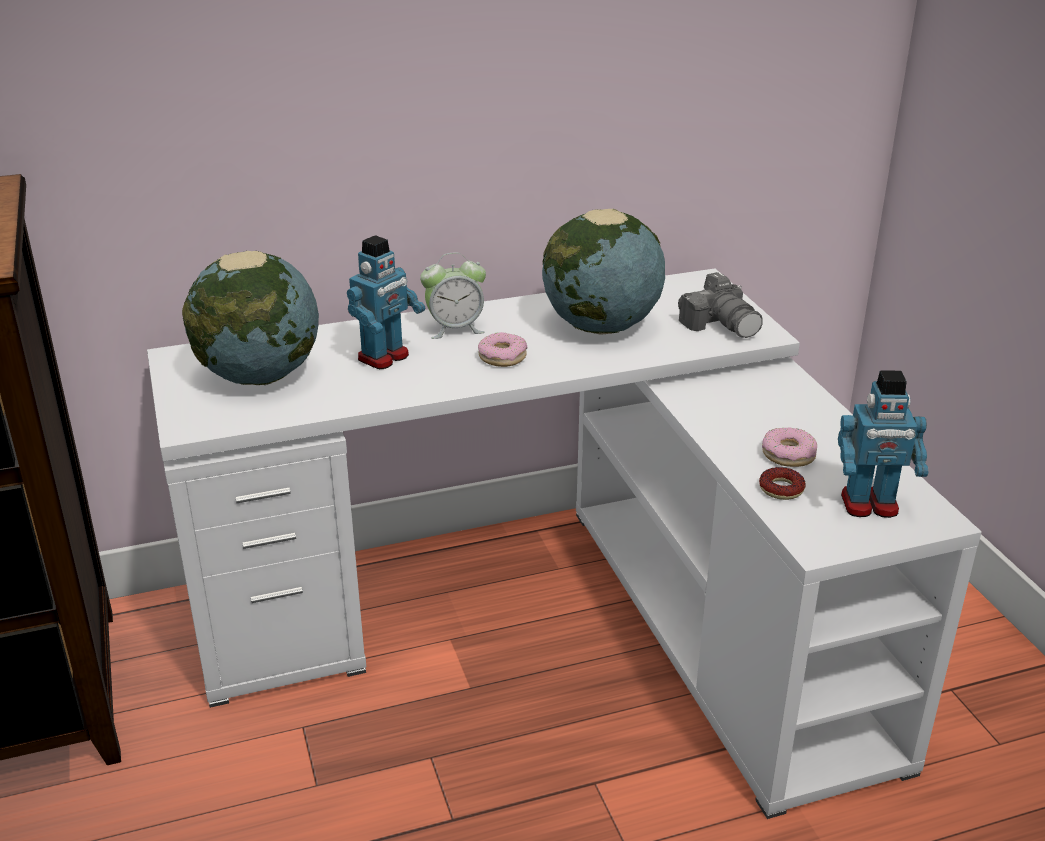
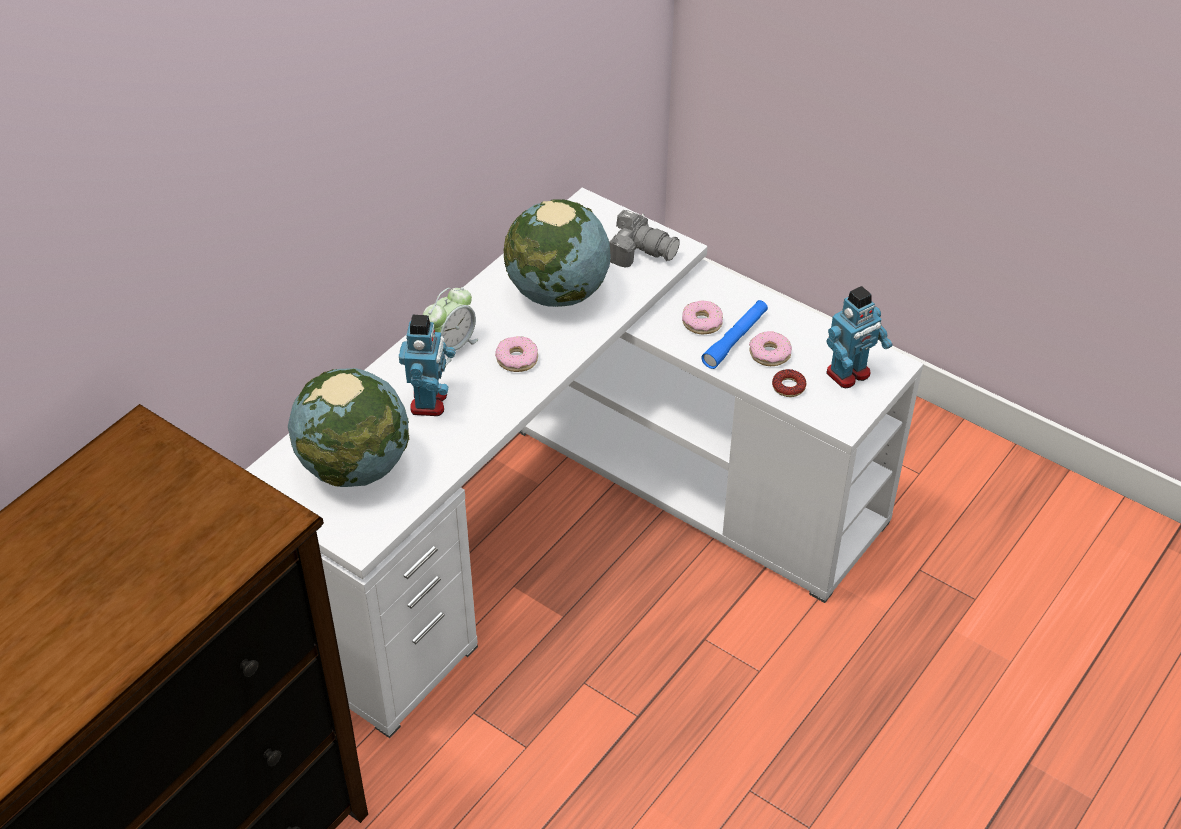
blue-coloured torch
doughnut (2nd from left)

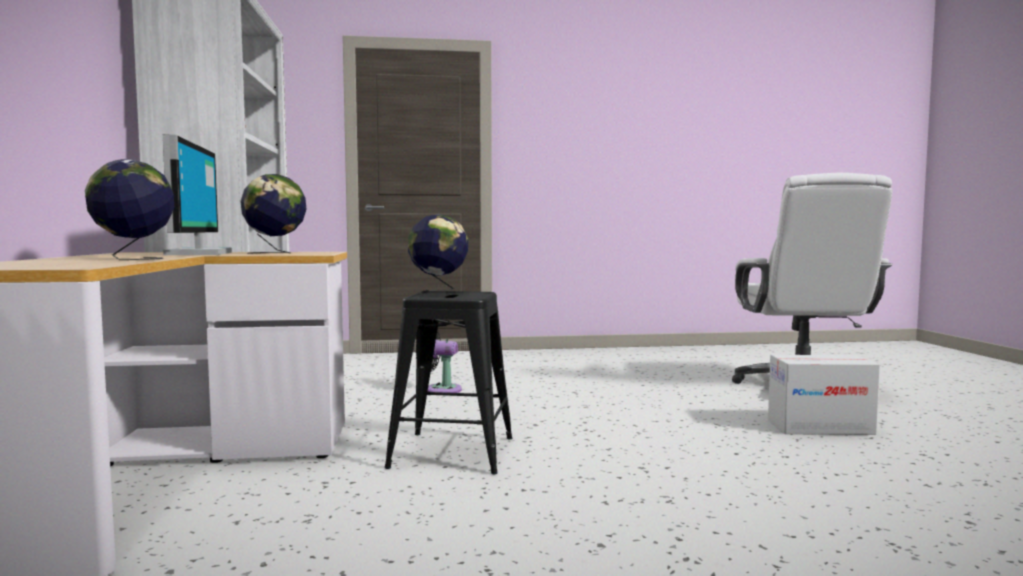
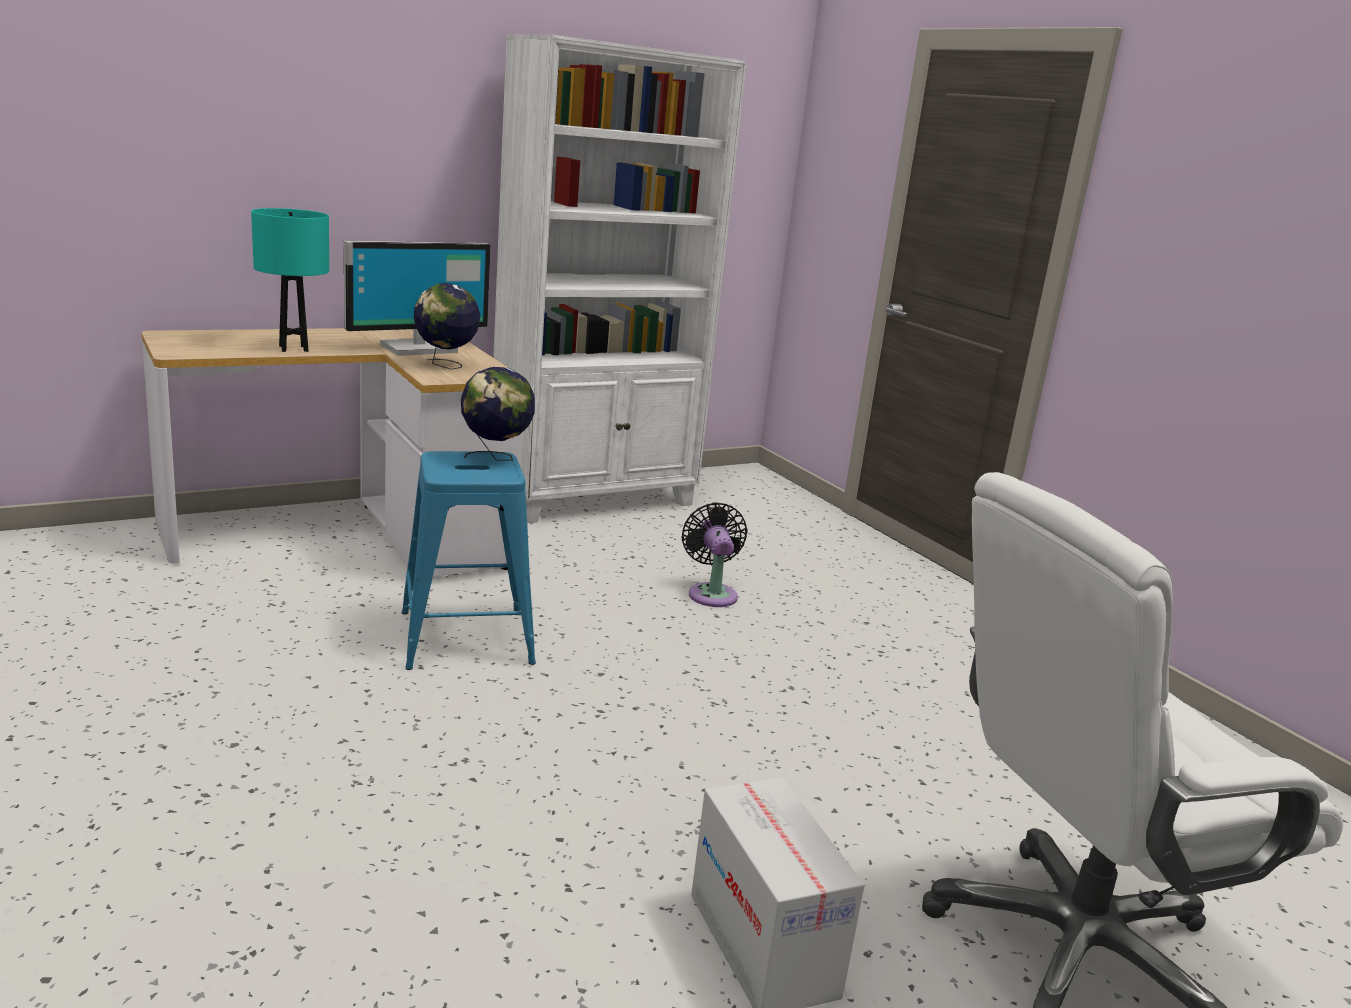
turquoise-coloured table lamp
blue-coloured stool

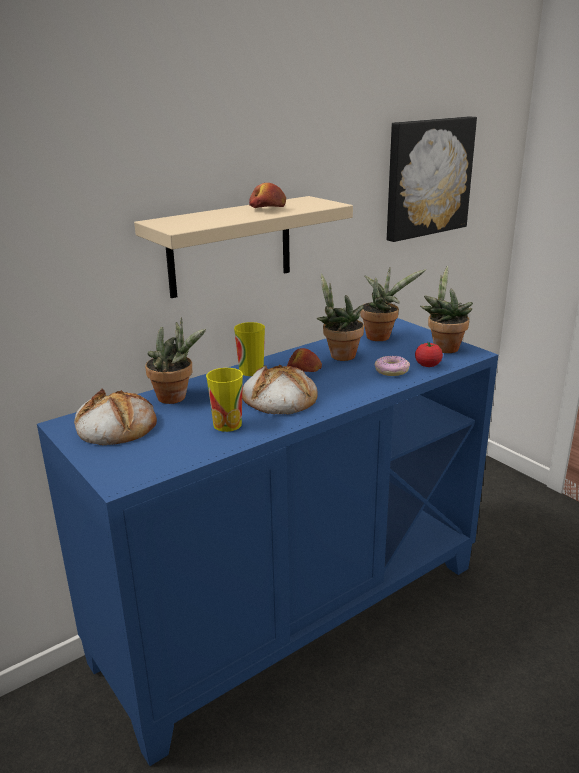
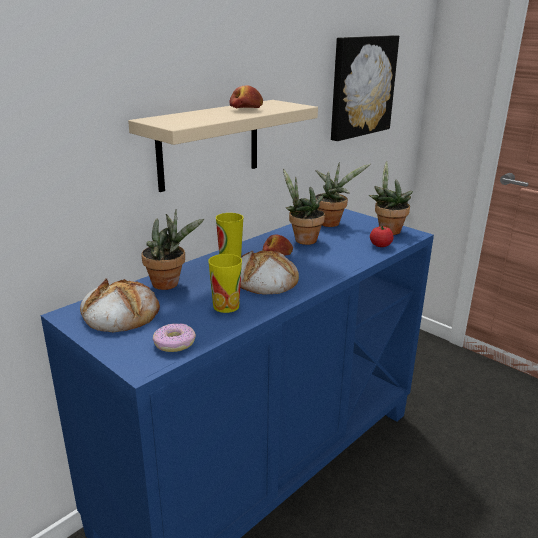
doughnut

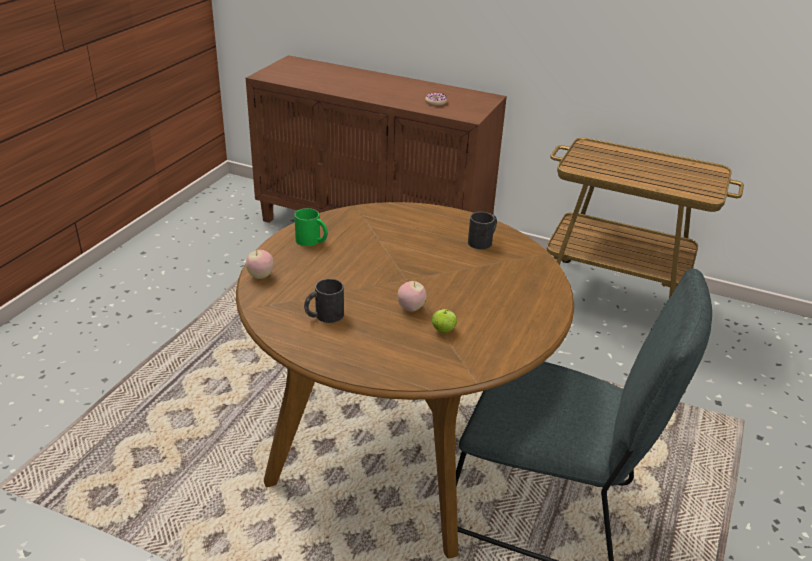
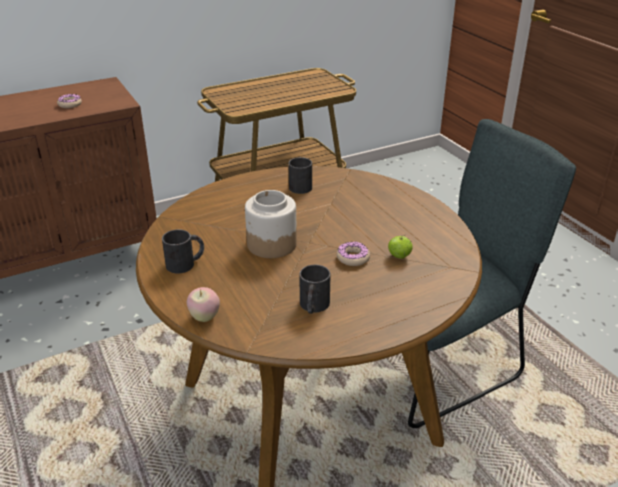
black-coloured coffee mug (1st from left)
doughnut (2nd from left)
jar

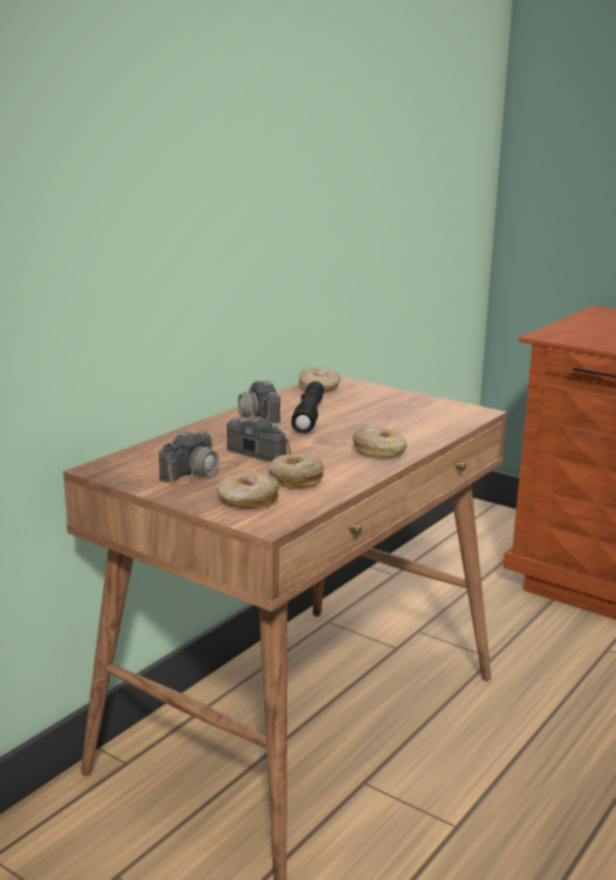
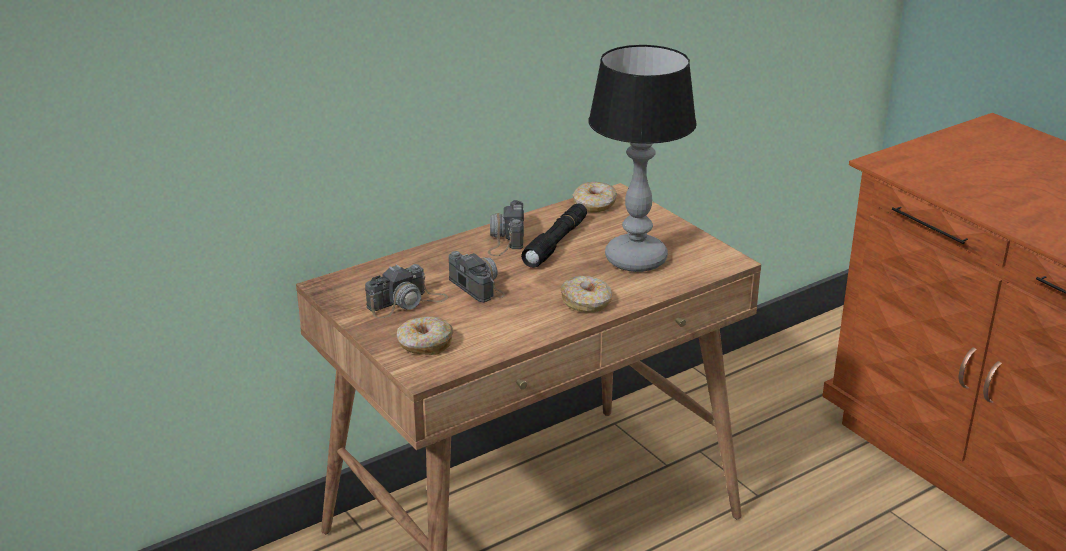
doughnut (2nd from left in the first image)
table lamp

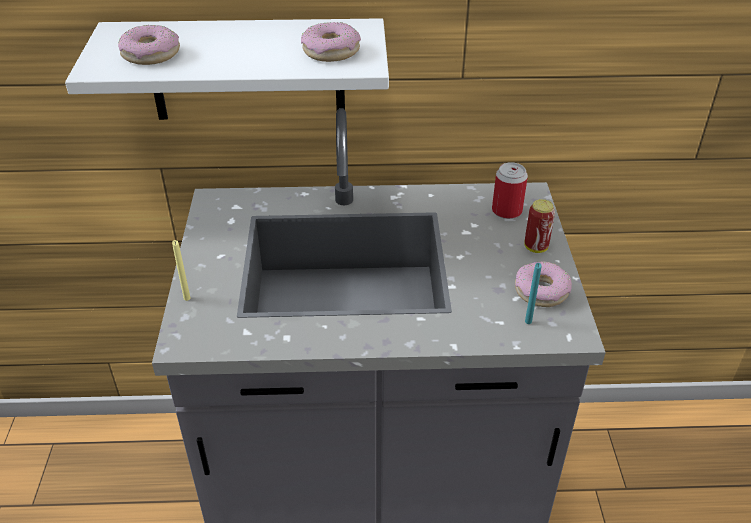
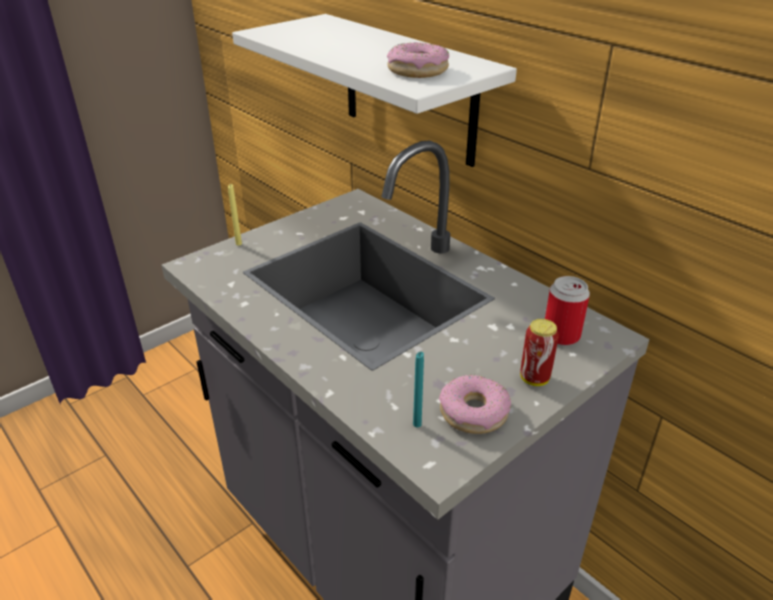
doughnut (1st from left in the first image)

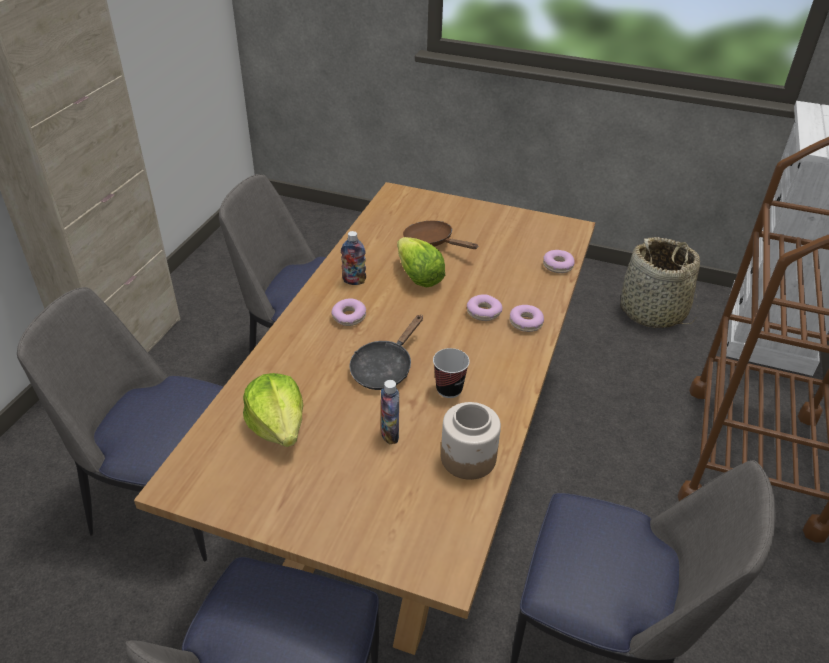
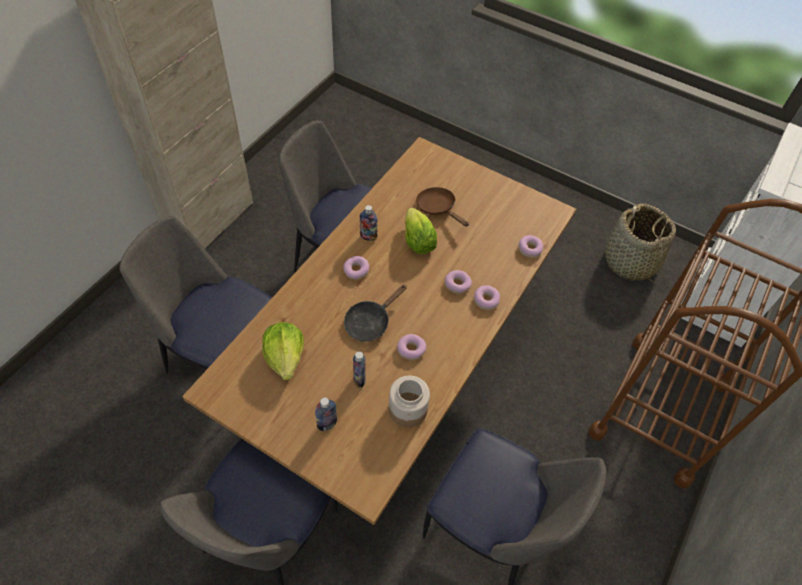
doughnut (2nd from left)
beverage bottle (1st from left)

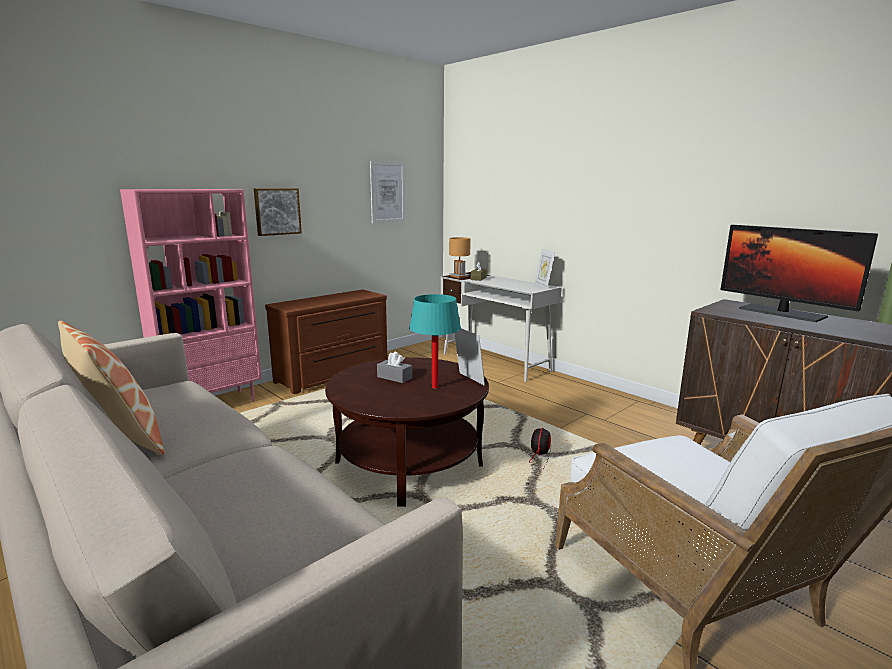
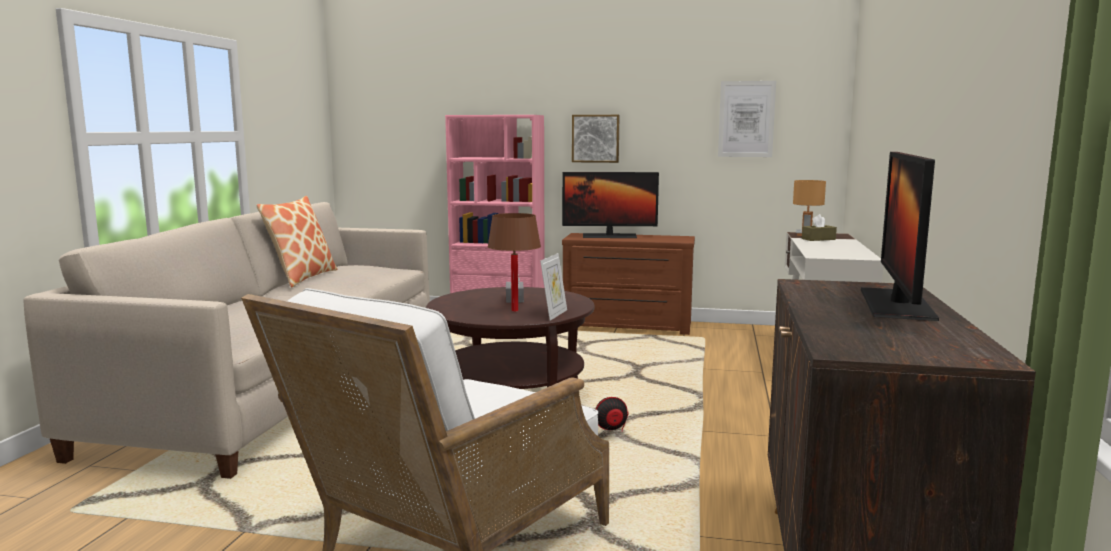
standing frame (2nd from left in the first image)
brown-coloured table lamp (1st from left)
computer screen (1st from left)

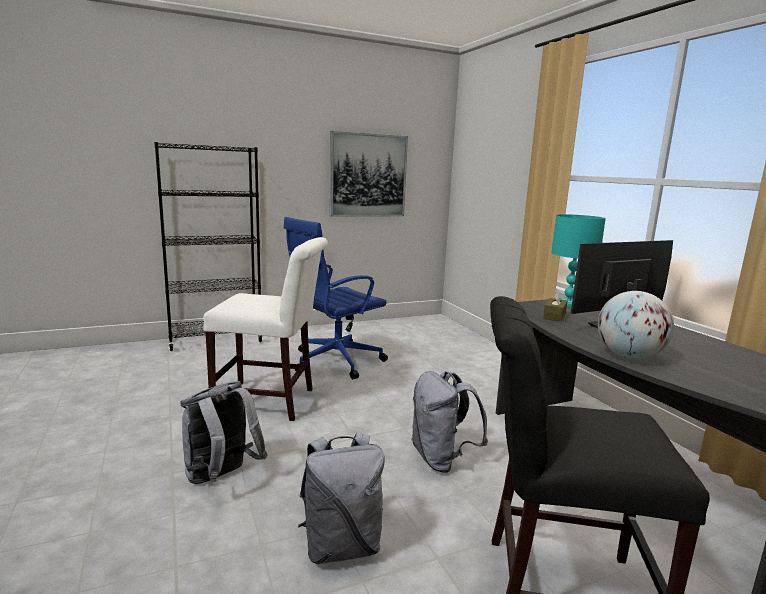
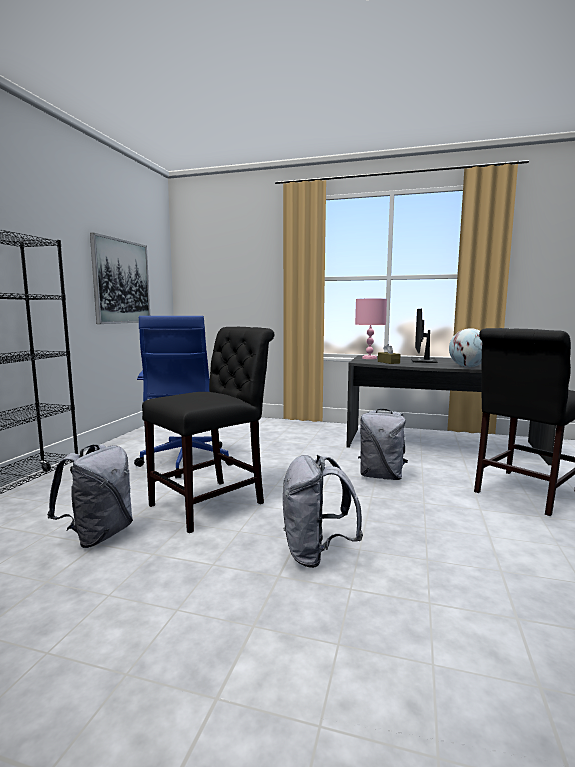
pink table lamp
black-coloured plain chair (1st from left)
grey backpack (1st from left)

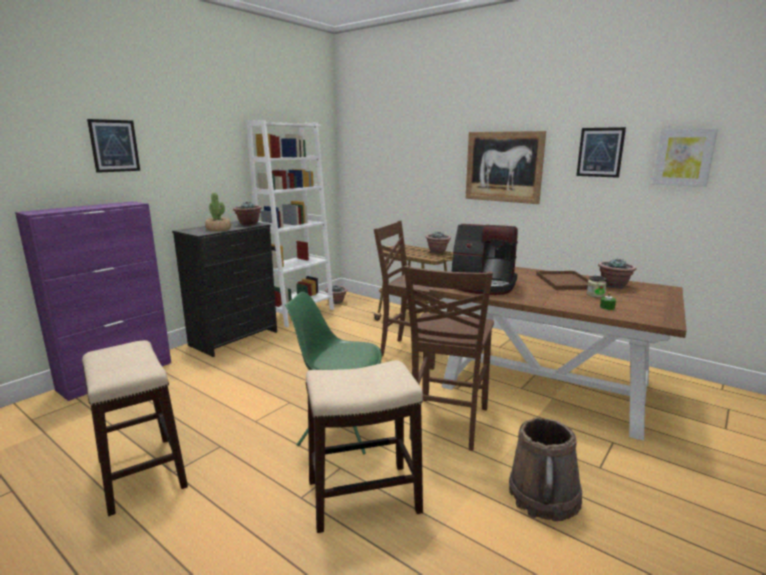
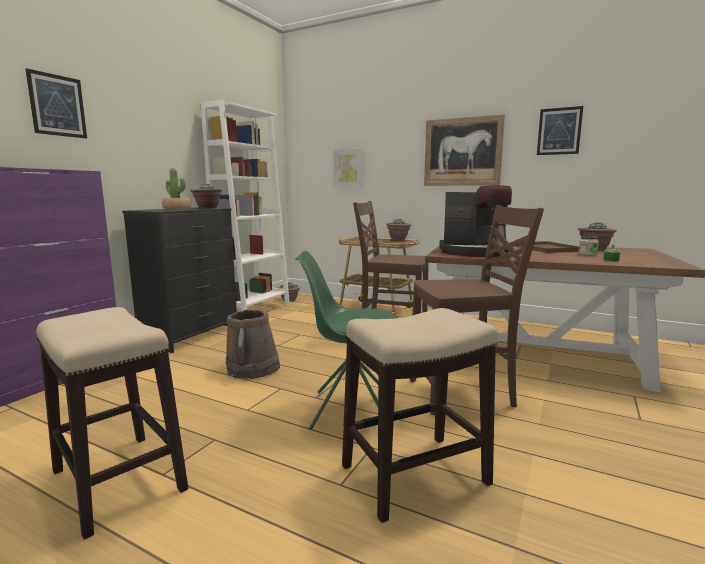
picture (2nd from left)
brown-coloured plain chair (2nd from left)
brown-coloured water bucket

